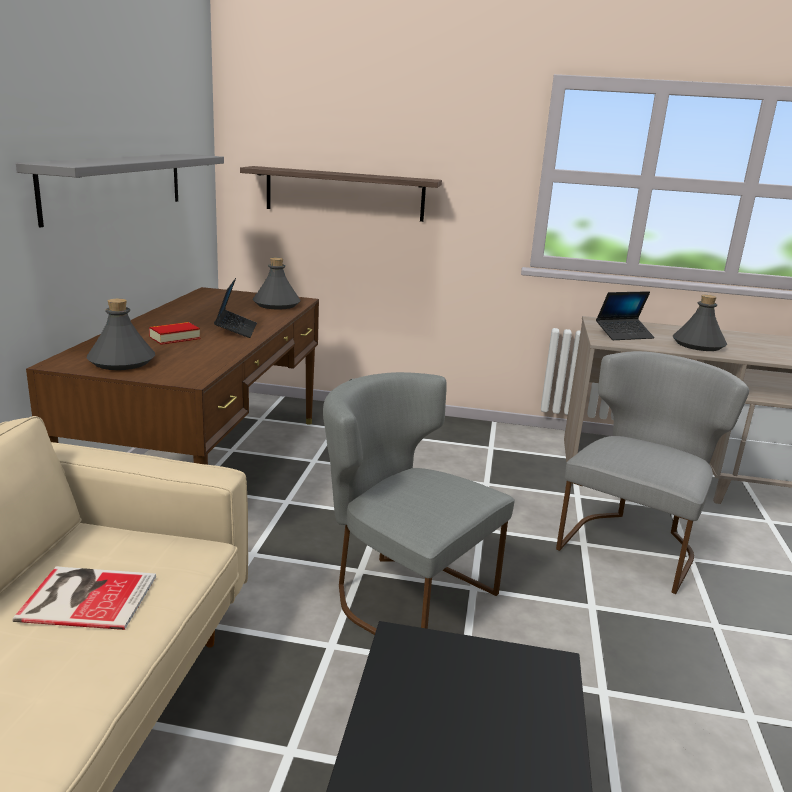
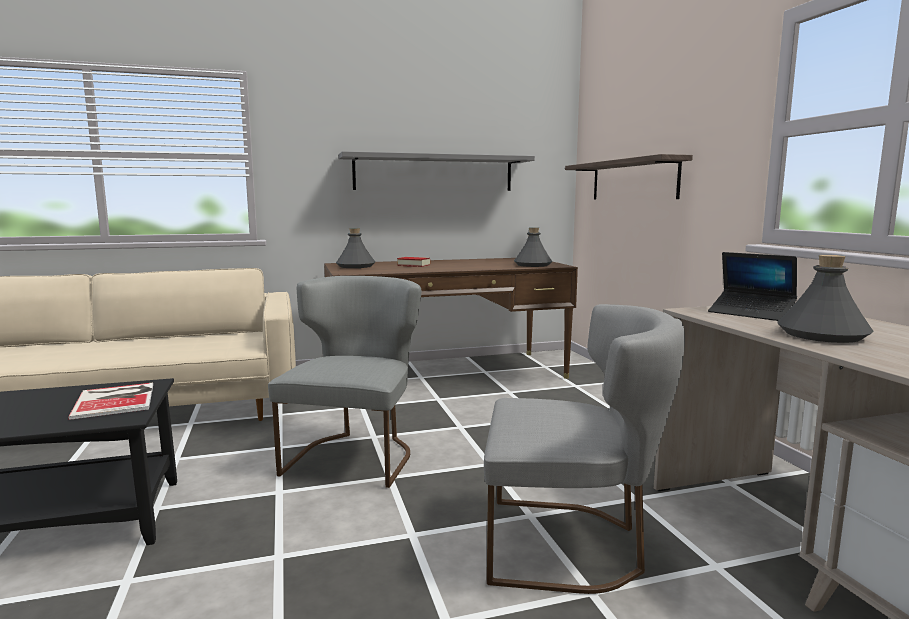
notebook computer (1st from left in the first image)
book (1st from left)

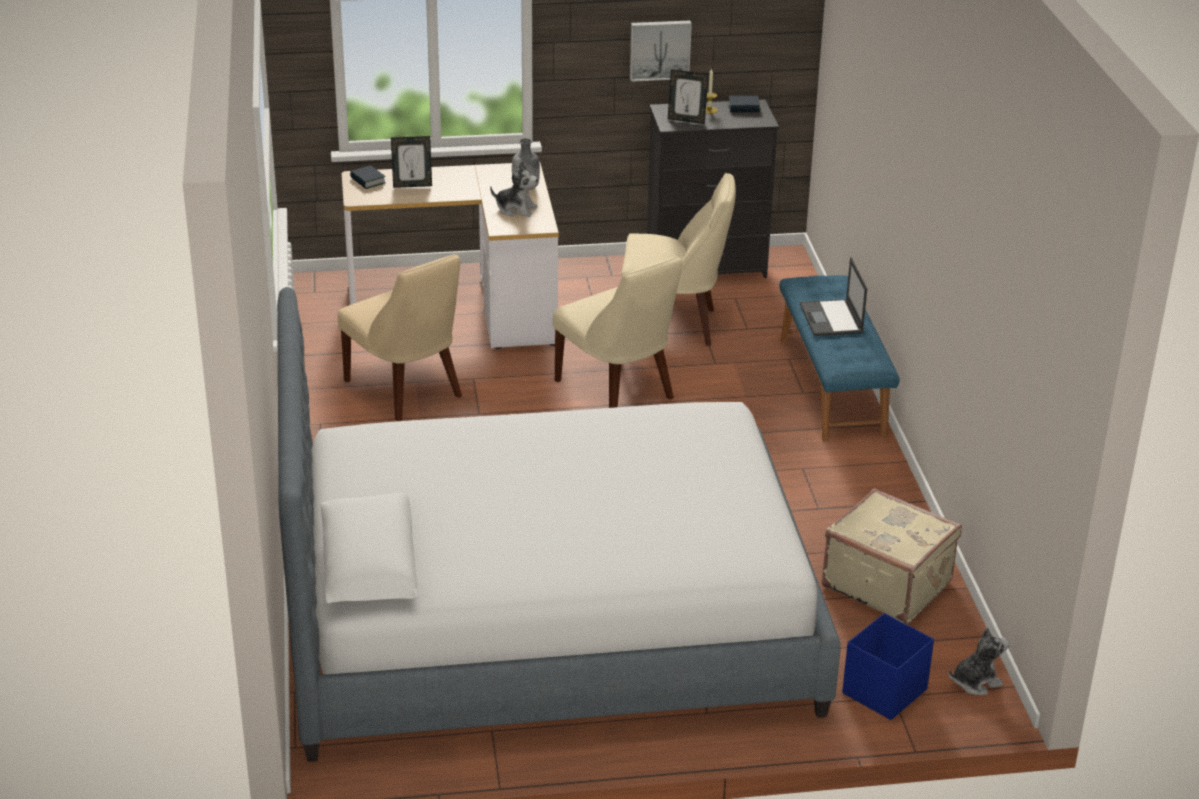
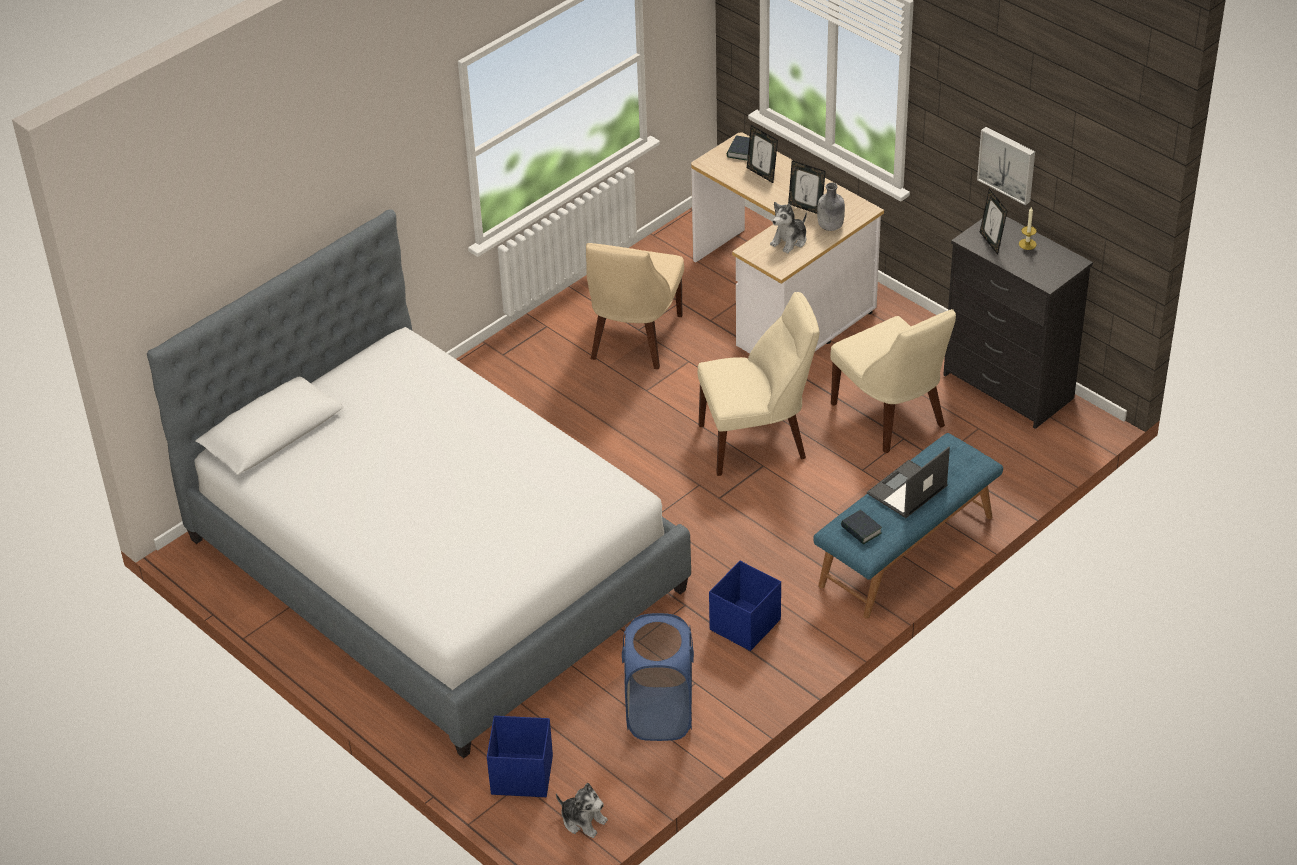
book (2nd from left)
cuddly toy (2nd from left)
beige plain chair (2nd from left)
blue-coloured laundry basket
standing frame (2nd from left)
blue-coloured storage container (2nd from left)

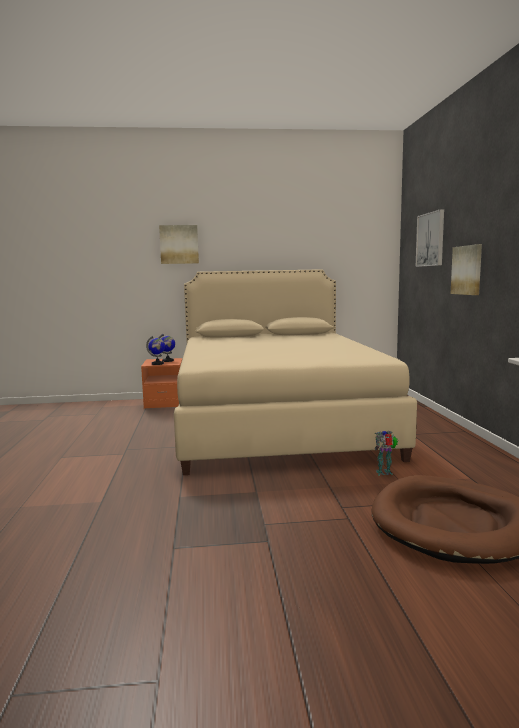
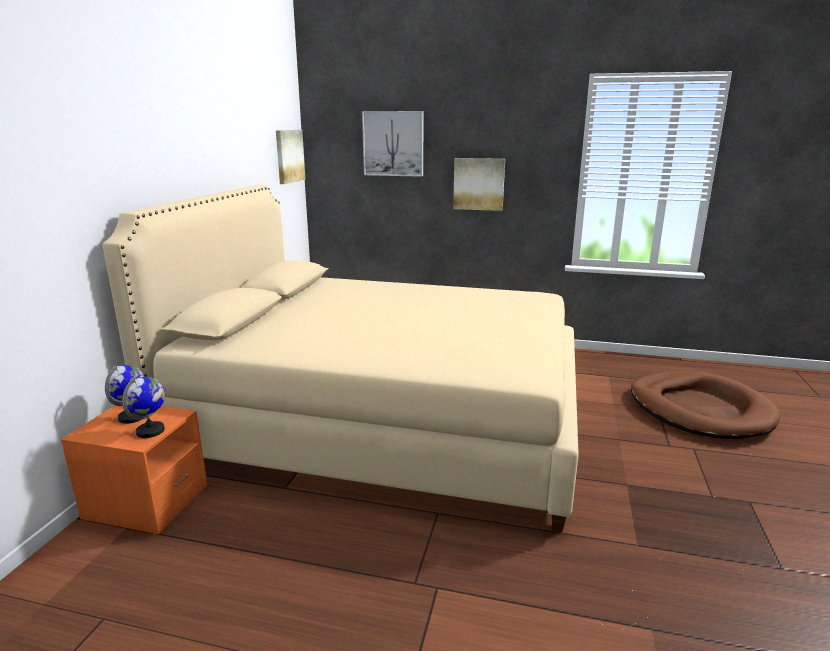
picture (1st from left)
robot figure

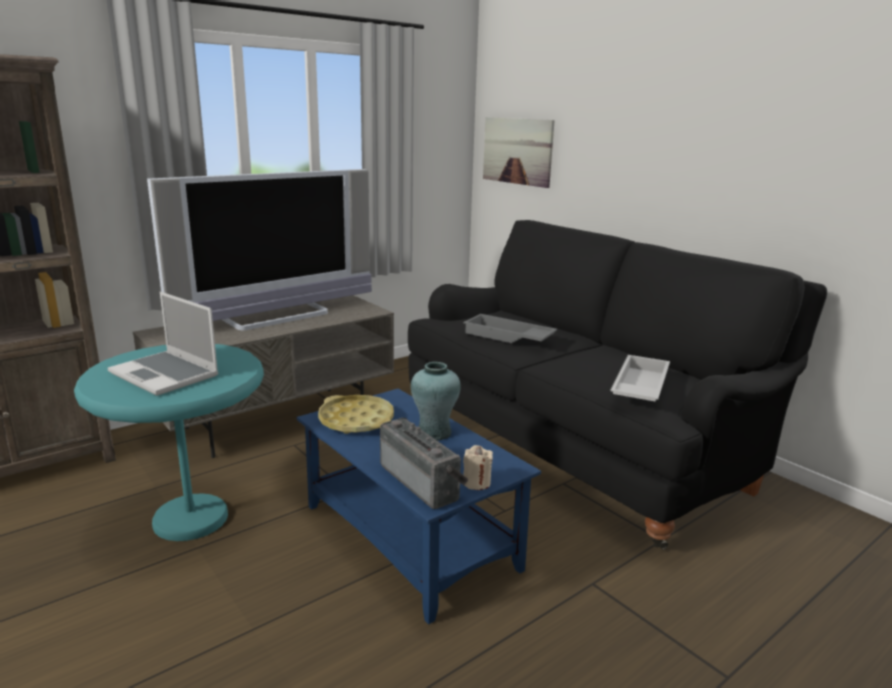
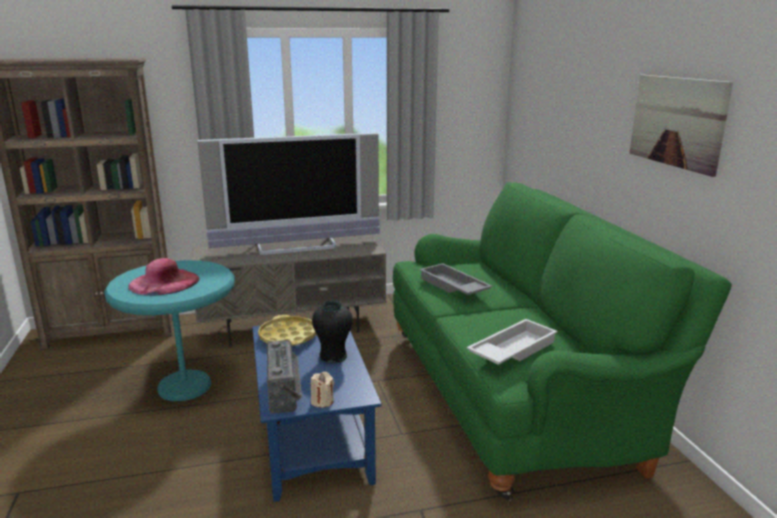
picture
greenish couch
pink wearable hat
black-coloured flower vase

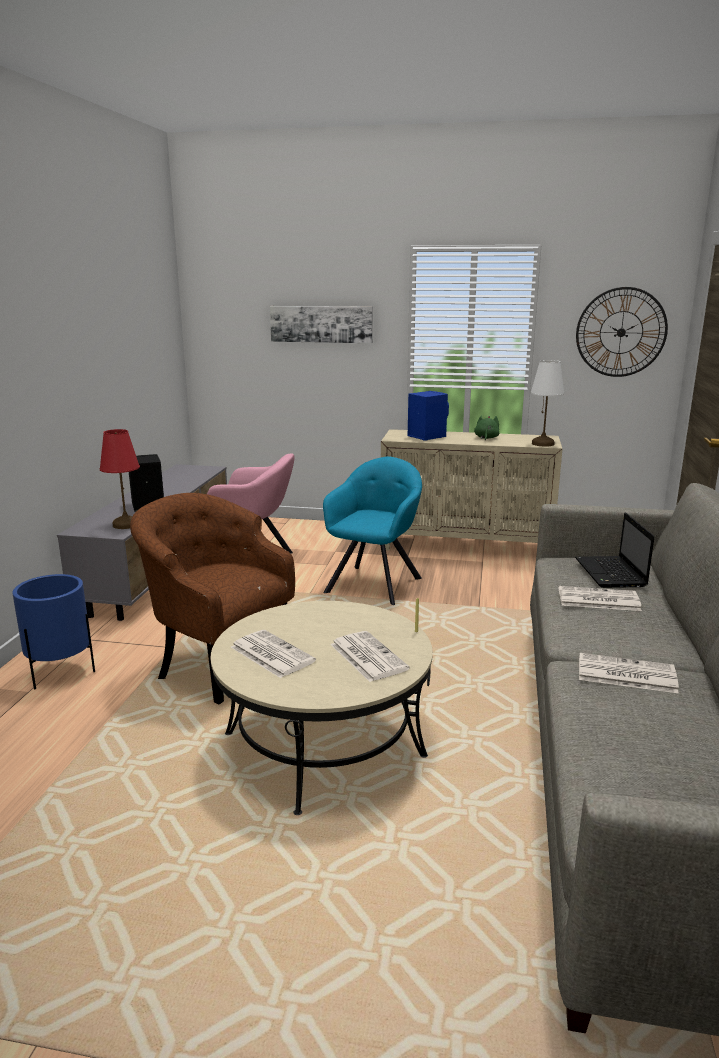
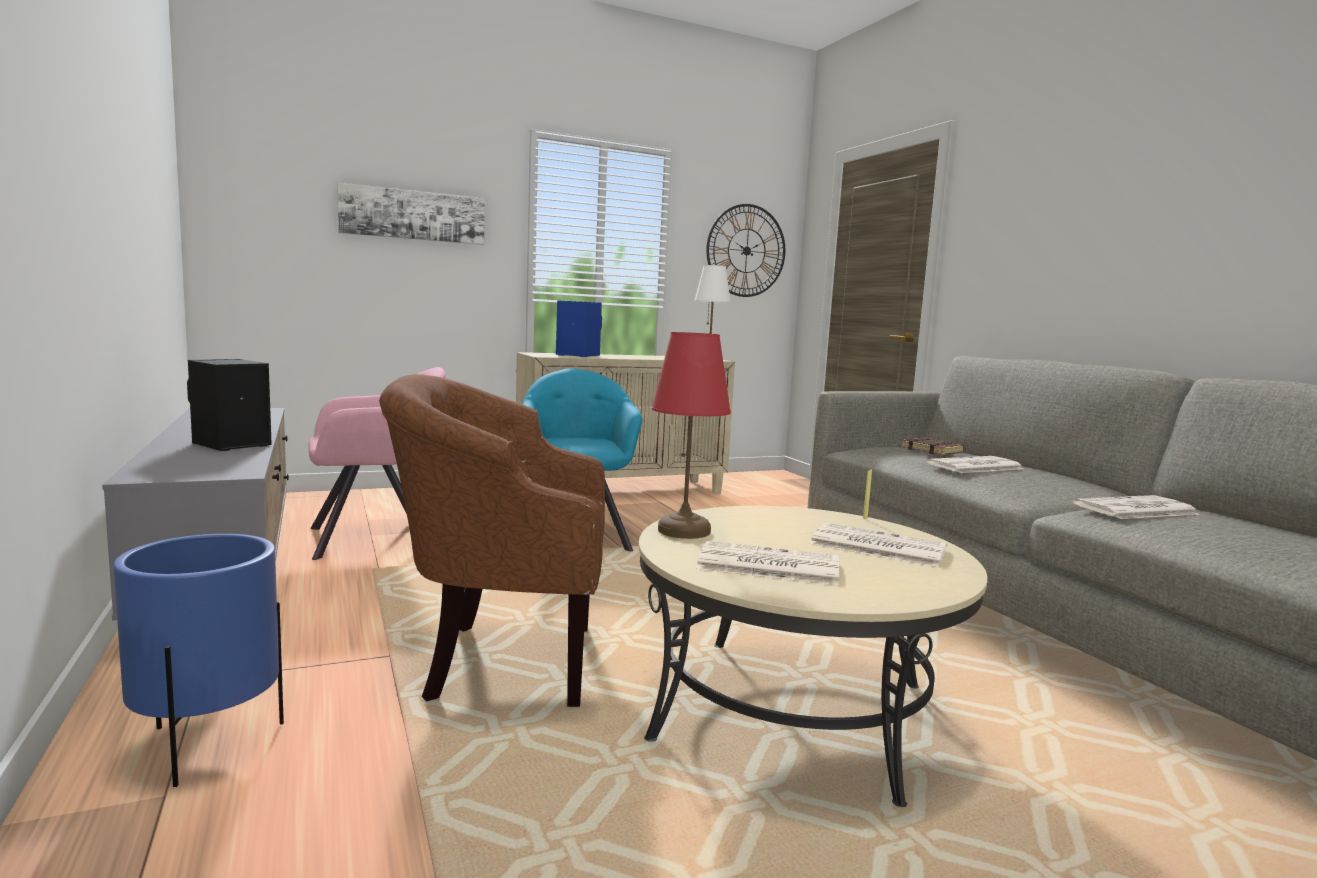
greenish cuddly toy
red-coloured table lamp
brown-coloured book

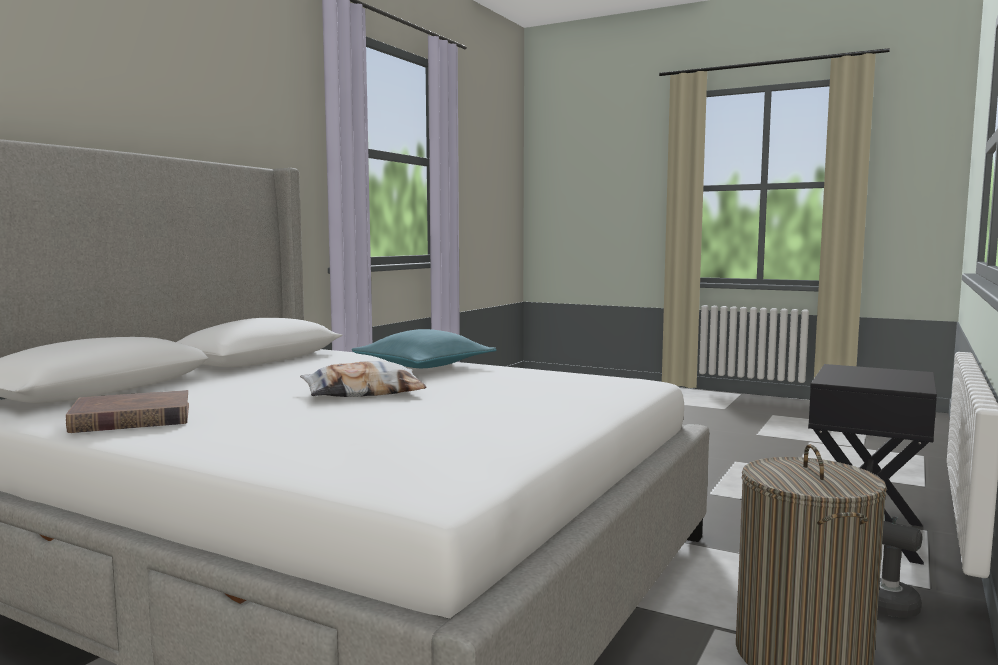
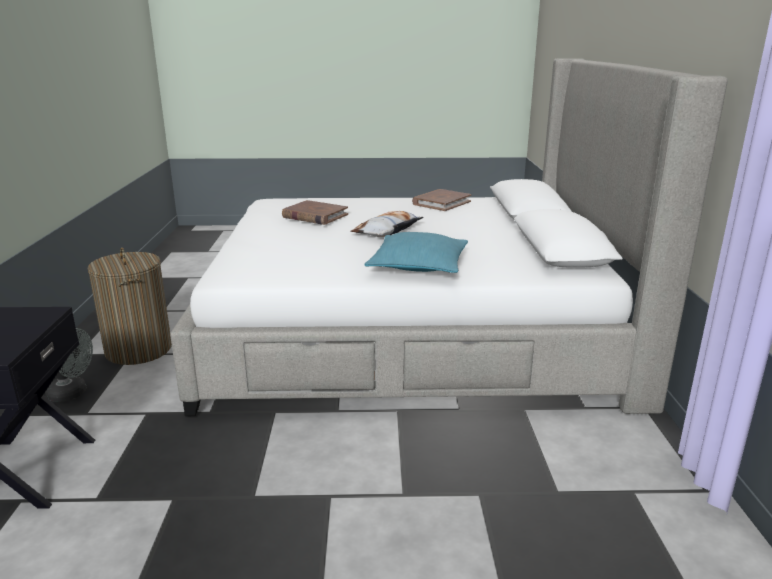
brown-coloured book (1st from left)

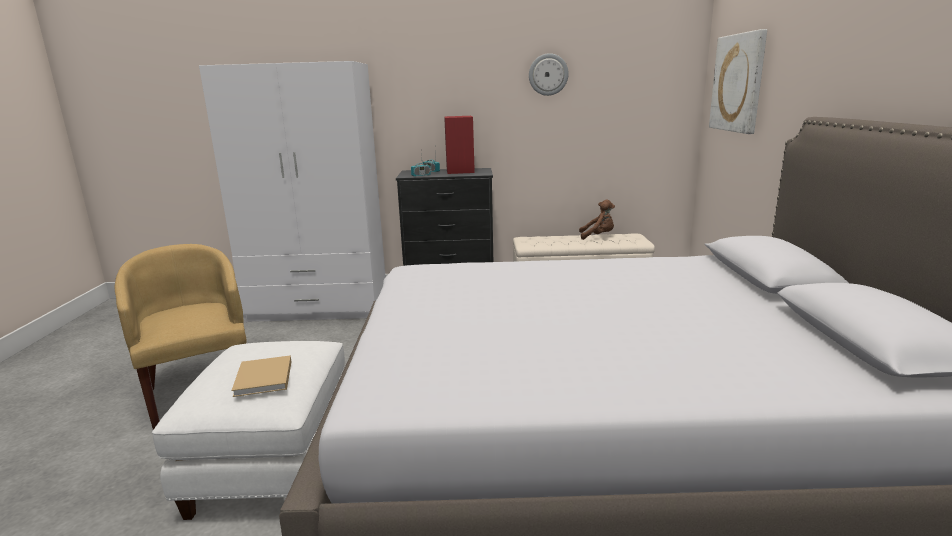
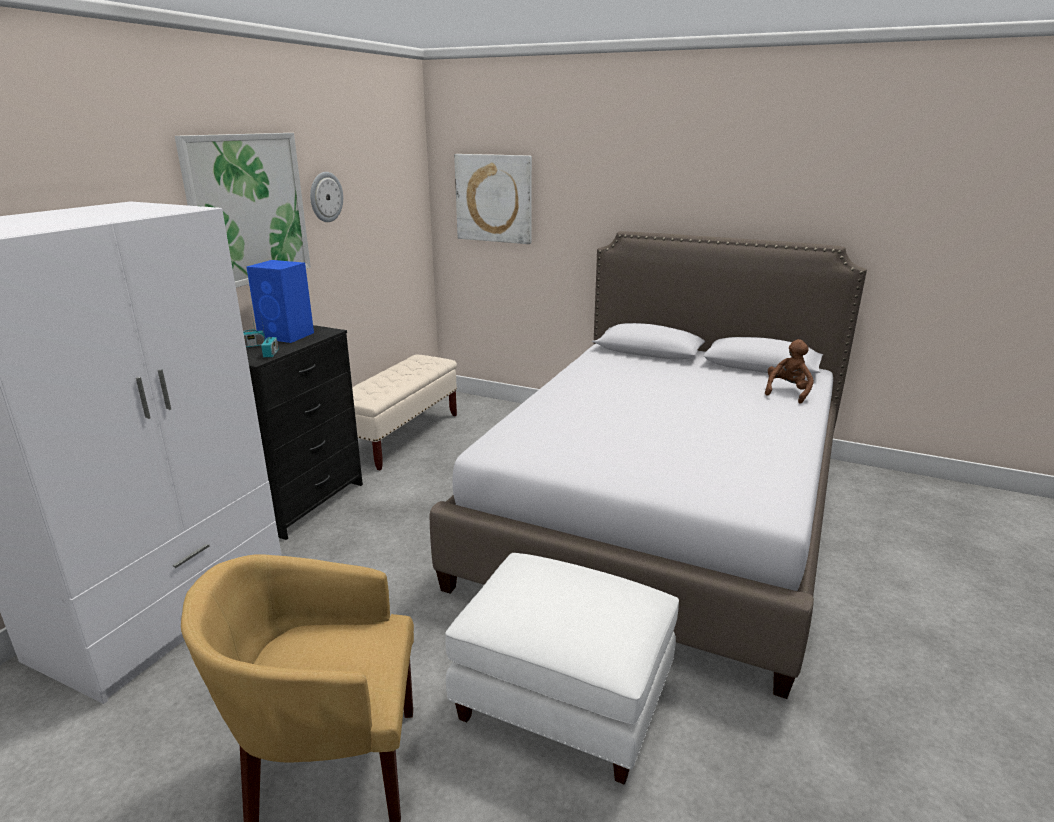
blue-coloured loudspeaker
brown-coloured cuddly toy
beige book
picture (1st from left)

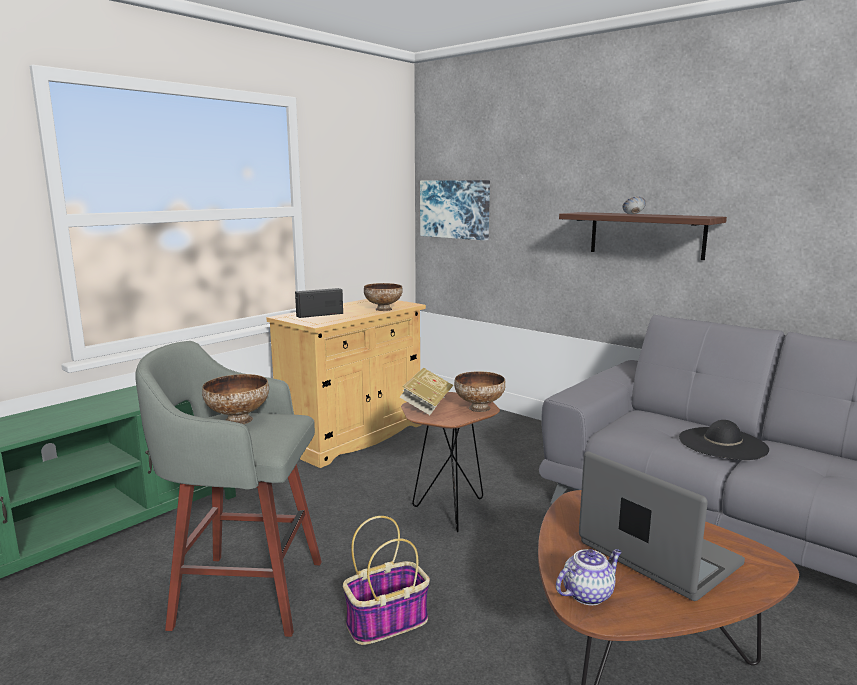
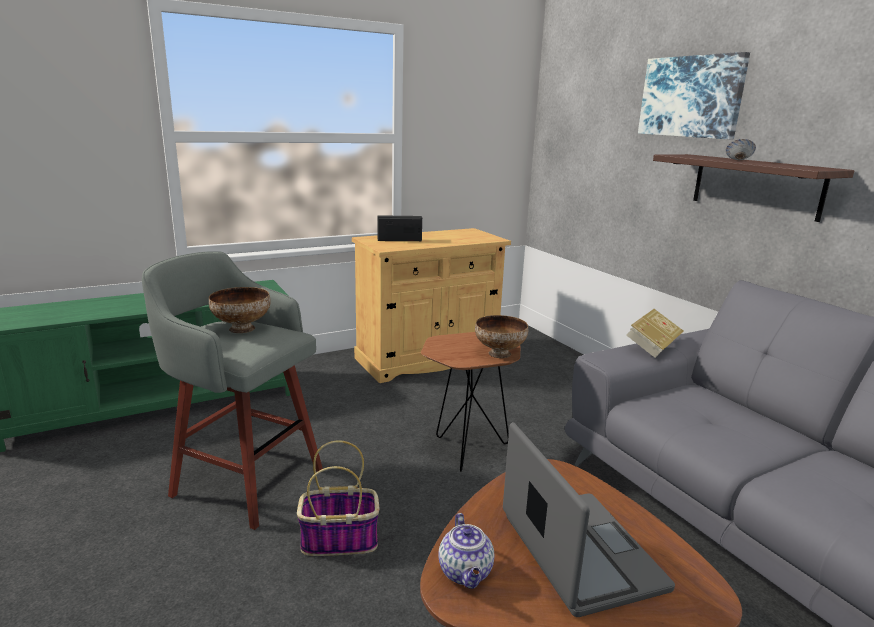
picture
deep dish (2nd from left in the first image)
book
black-coloured wearable hat
teapot

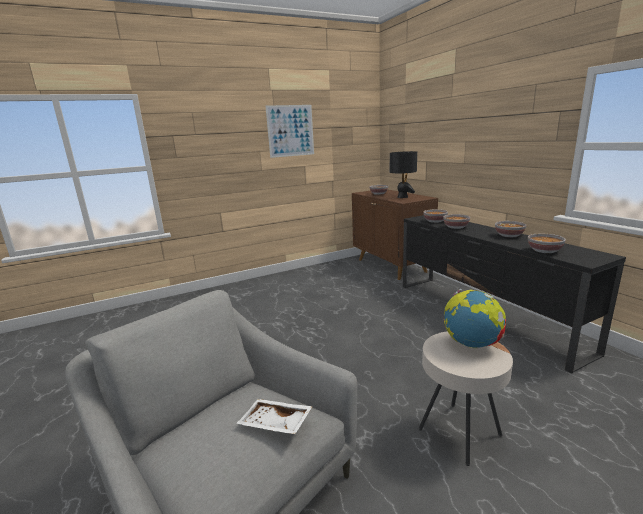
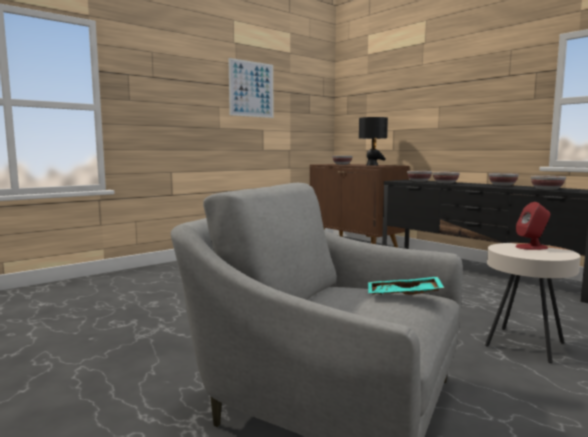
red-coloured loudspeaker
turquoise-coloured serving tray

